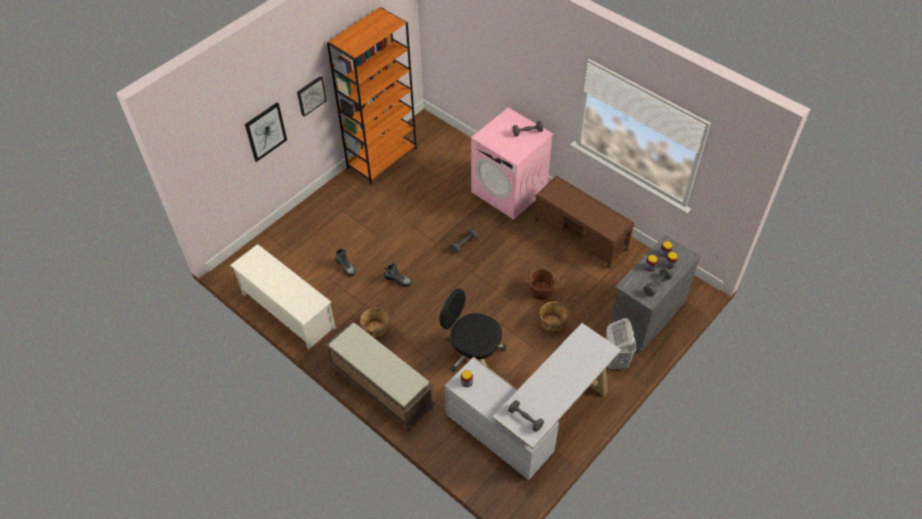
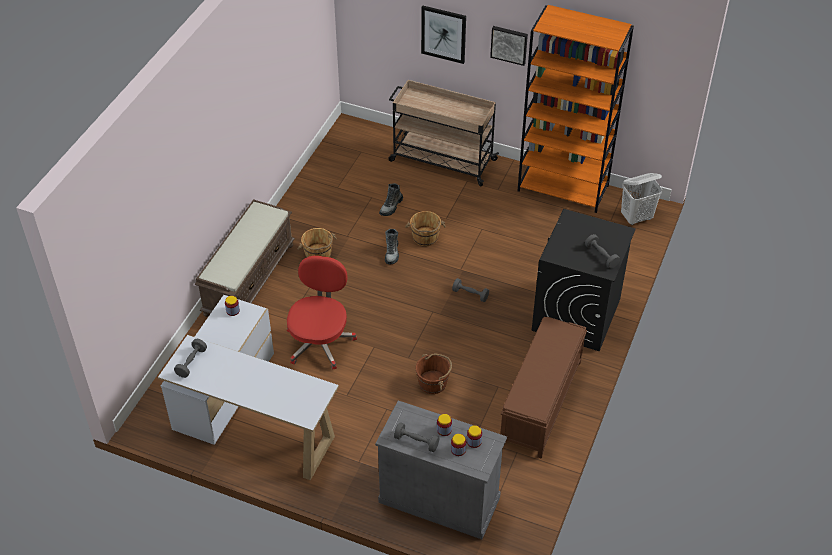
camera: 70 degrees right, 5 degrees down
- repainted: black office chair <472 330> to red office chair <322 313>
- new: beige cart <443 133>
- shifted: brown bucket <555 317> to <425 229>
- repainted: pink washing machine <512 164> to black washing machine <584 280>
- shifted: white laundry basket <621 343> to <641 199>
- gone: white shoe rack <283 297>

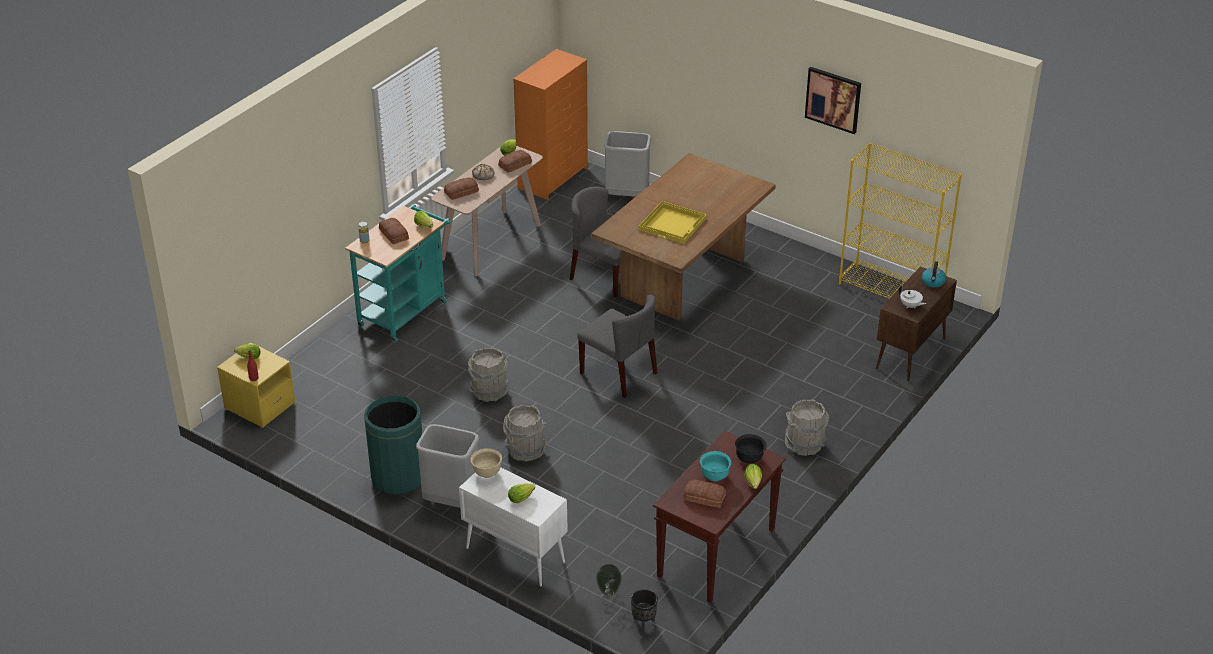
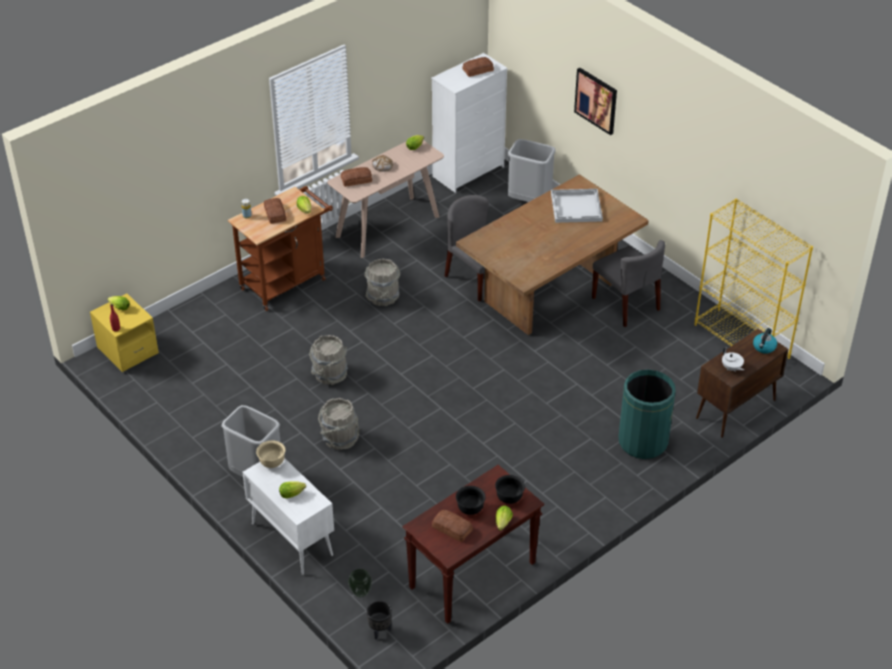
camera: 15 degrees right, 5 degrees up
- repainted: turquoise cart <398 273> to brown cart <280 248>
- shifted: grey bucket <807 428> to <382 282>
- repainted: orange dresser <550 124> to white dresser <469 123>
- repainted: turquoise bowl <715 466> to black bowl <471 500>
- shifted: bread <515 161> to <478 67>
- new: white tray <577 206>
- shifted: picture <833 100> to <595 101>
- shifted: grey chair <617 346> to <628 283>
- shifted: green trash can <393 445> to <647 414>
- gone: yellow tray <673 222>

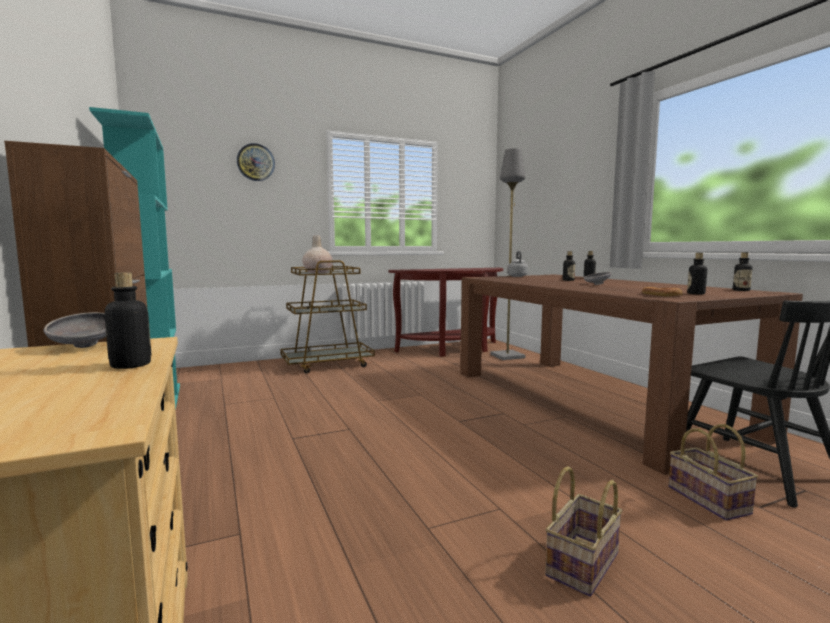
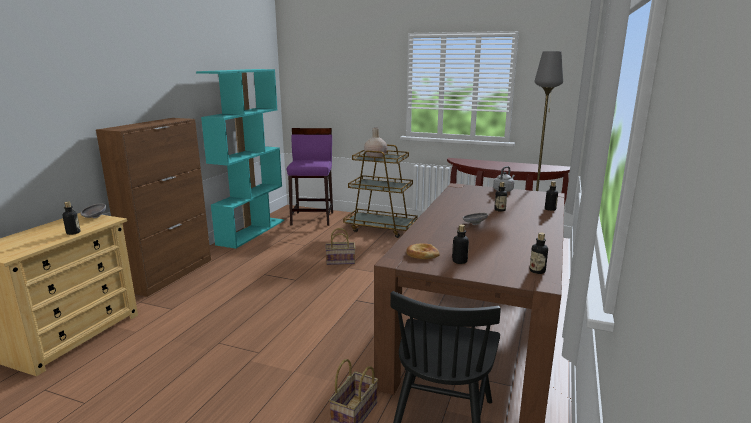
camera: 45 degrees right, 10 degrees up
- new: purple stool <310 177>
- shifted: basket <584 531> to <340 246>
- gone: wall clock <256 162>

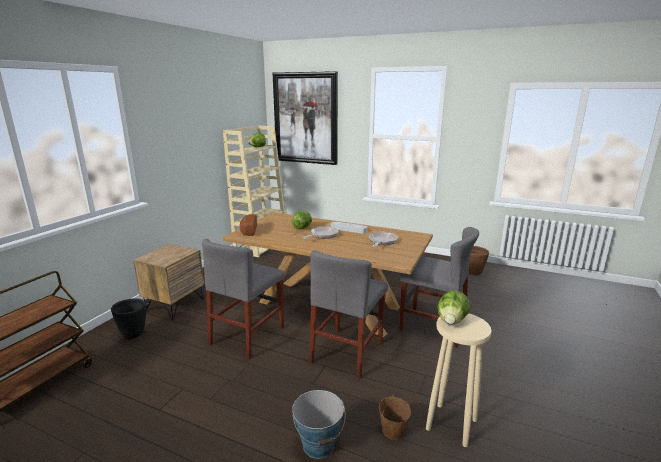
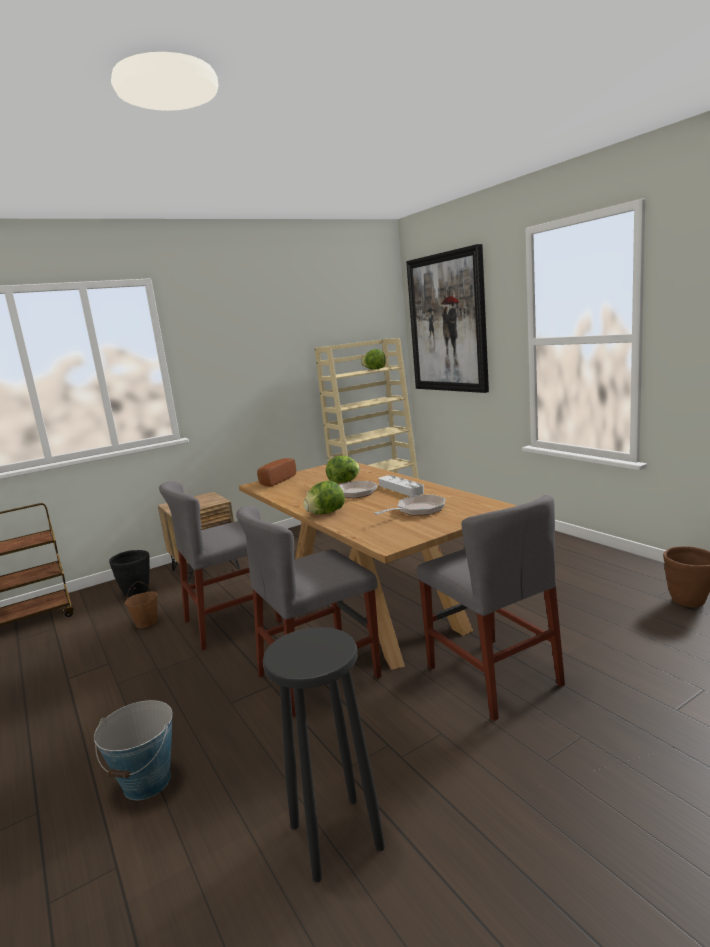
camera: 35 degrees right, 5 degrees down
- shifted: brown bucket <395 416> to <141 604>
- repainted: beige stool <459 380> to black stool <324 755>
- shifted: lettuce <453 307> to <324 497>

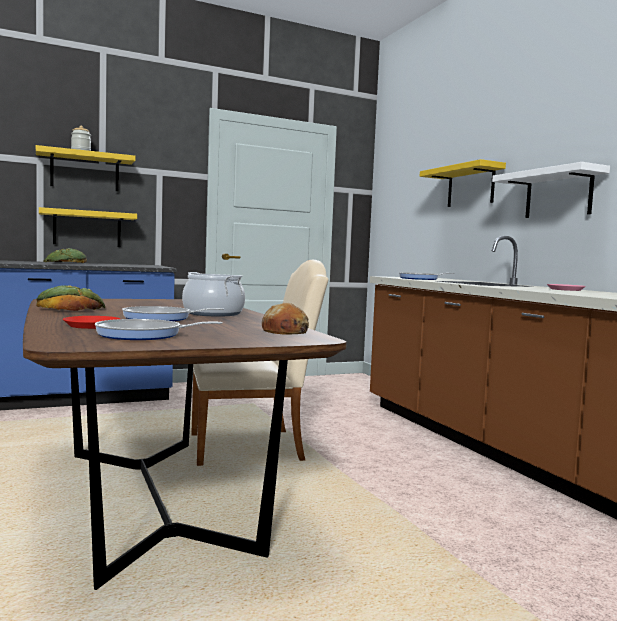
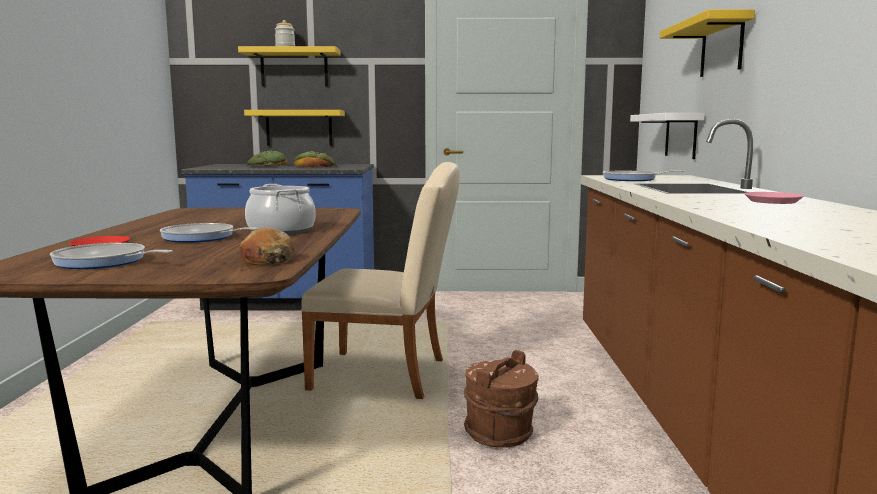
camera: 25 degrees right, 5 degrees up
- shifted: bread <70 298> to <315 159>
- new: brown bucket <501 399>
- shifted: white shelf <551 190> to <667 136>

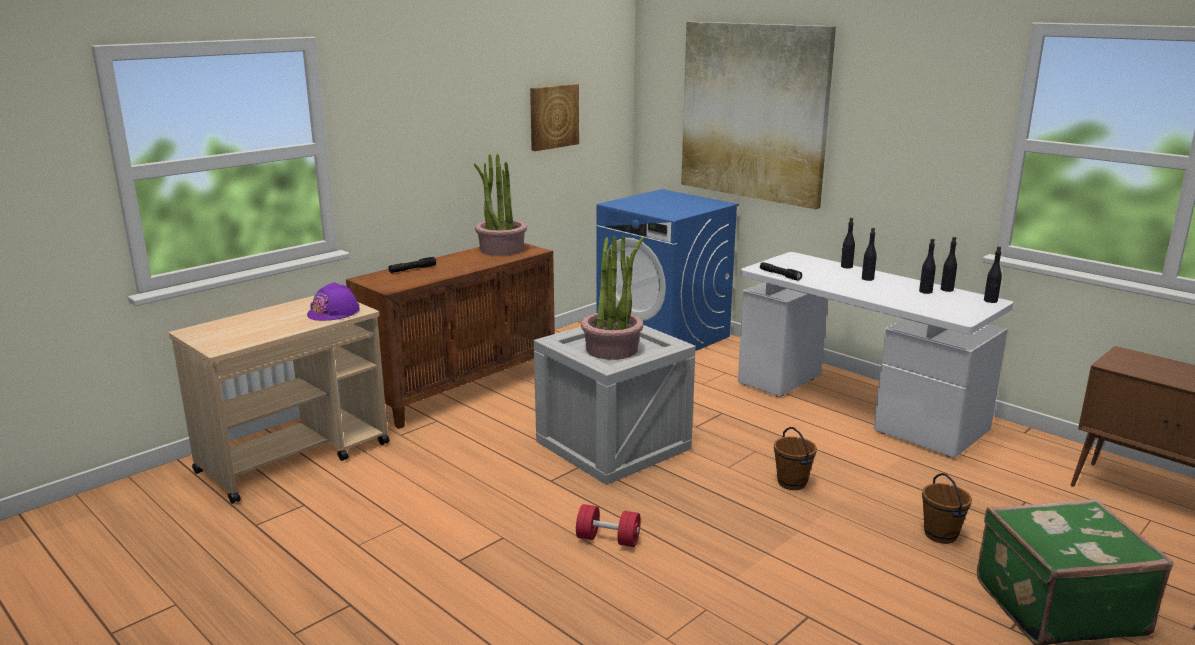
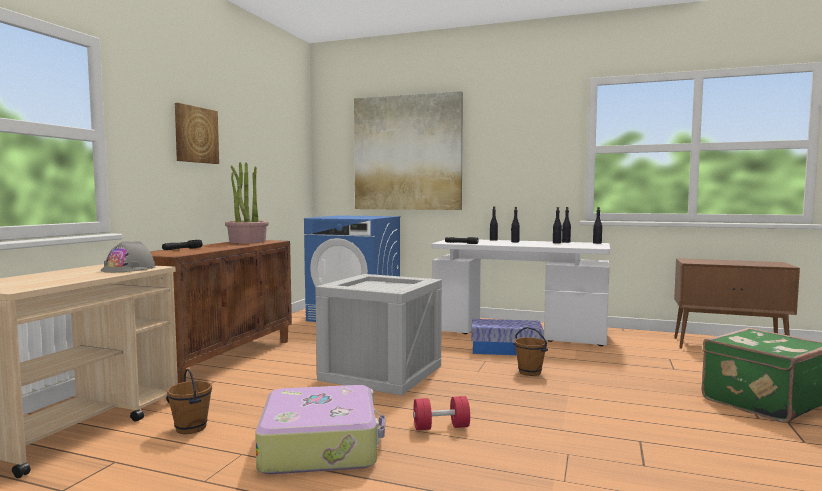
camera: 25 degrees left, 15 degrees down
- repainted: purple hard hat <333 301> to grey hard hat <128 257>
- shifted: brown bucket <947 508> to <189 401>
- shifted: picture <554 117> to <197 133>
- new: suitcase <320 429>
- new: storage box <507 337>
- gone: potted plant <612 297>

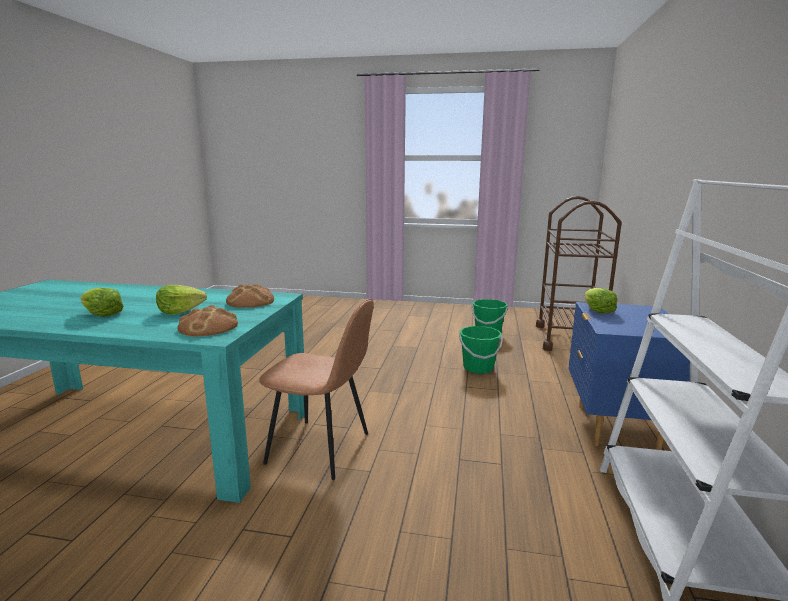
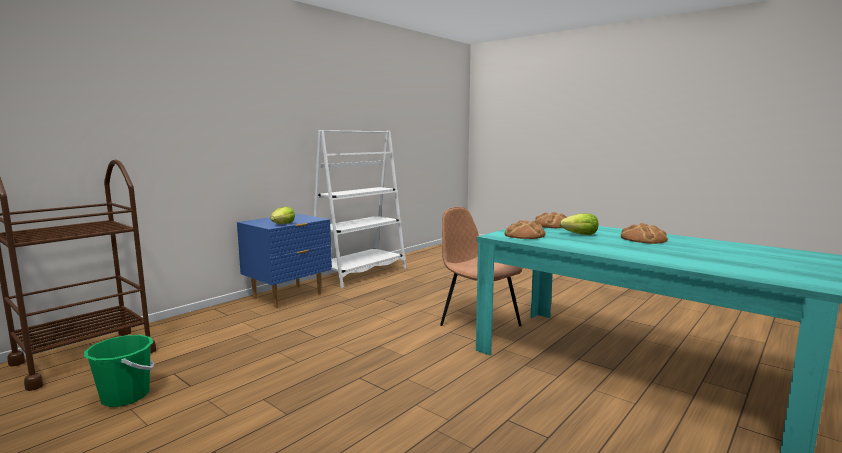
camera: 150 degrees left, 5 degrees down
- swapped: lettuce <102 302> to bread <644 233>
- gone: green bucket <481 350>

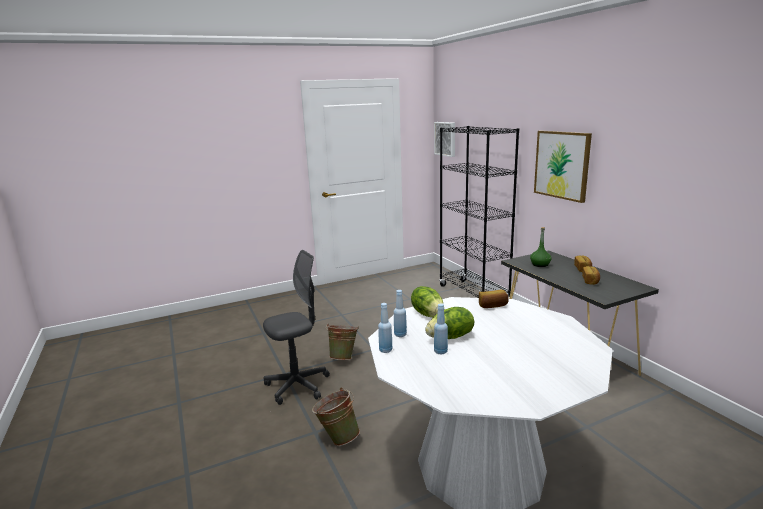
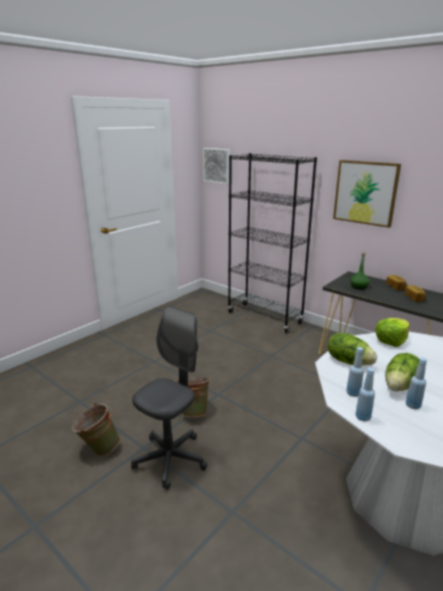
camera: 25 degrees left, 5 degrees up
- shifted: green bucket <336 416> to <96 429>
- swapped: bread <494 299> to lettuce <392 332>

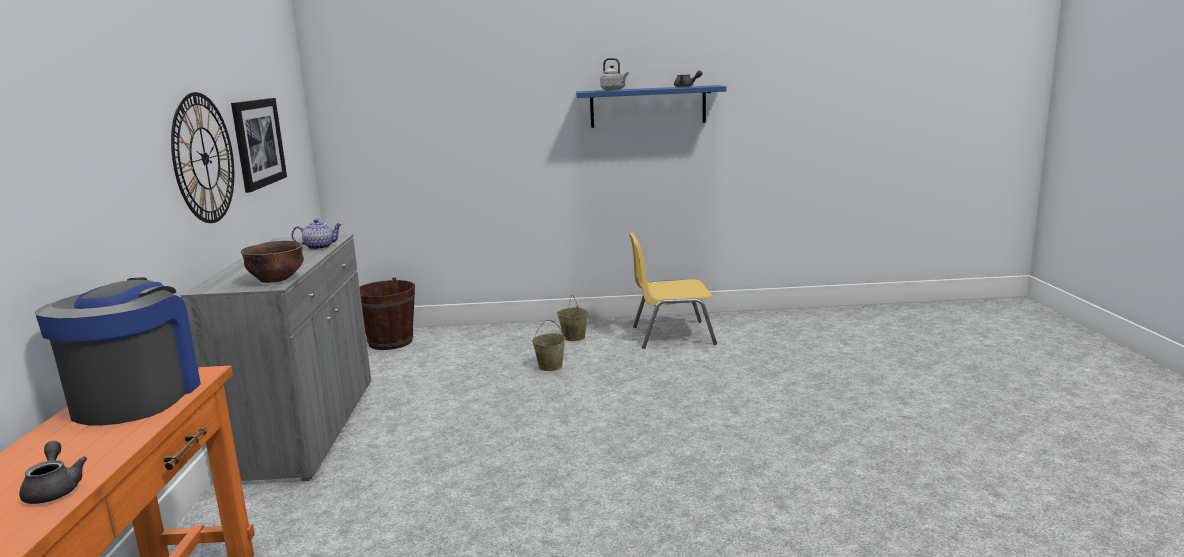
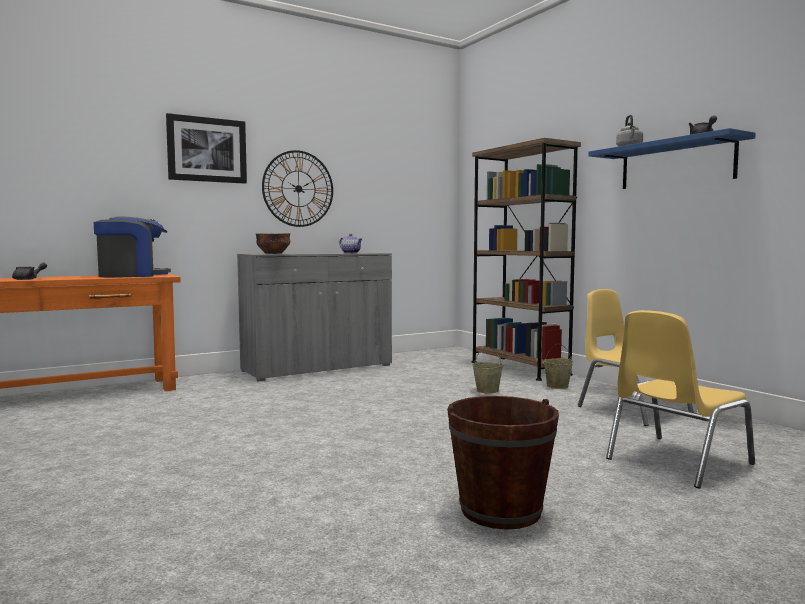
camera: 60 degrees right, 10 degrees down
- shifted: picture <259 145> to <206 148>
- shifted: brown bucket <387 313> to <503 462>
- new: brown bookcase <526 259>
- new: yellow chair <680 399>

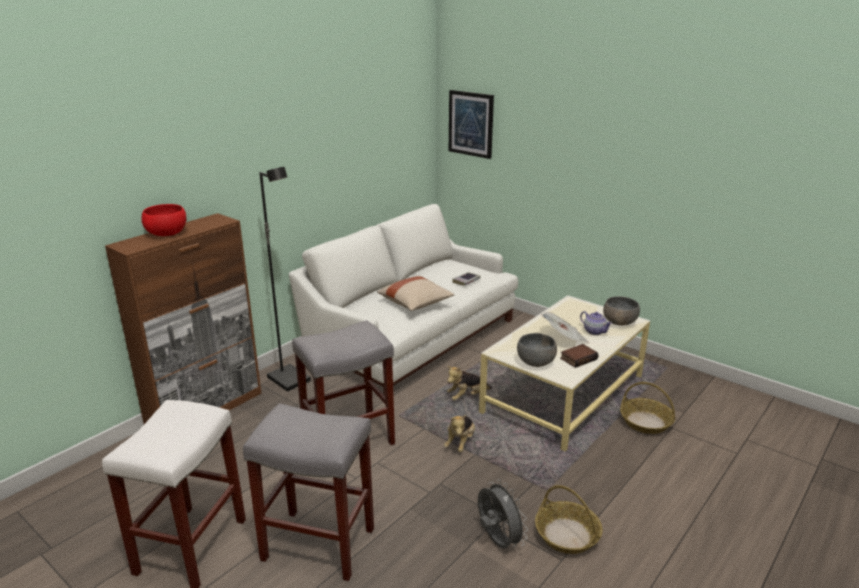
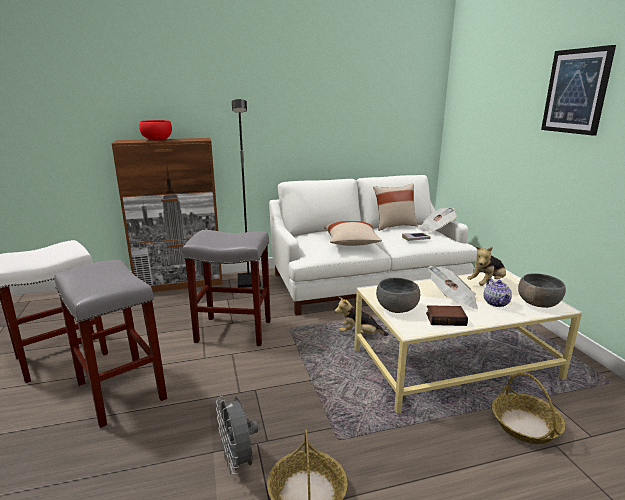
camera: 35 degrees right, 5 degrees down
- rotated: grey fan <503 514> = <237 435> 150 degrees clockwise
- new: beige pillow <395 207>
- new: newspaper <437 219>
- shifted: plush toy <459 433> to <487 266>
- shifted: picture <471 124> to <578 90>

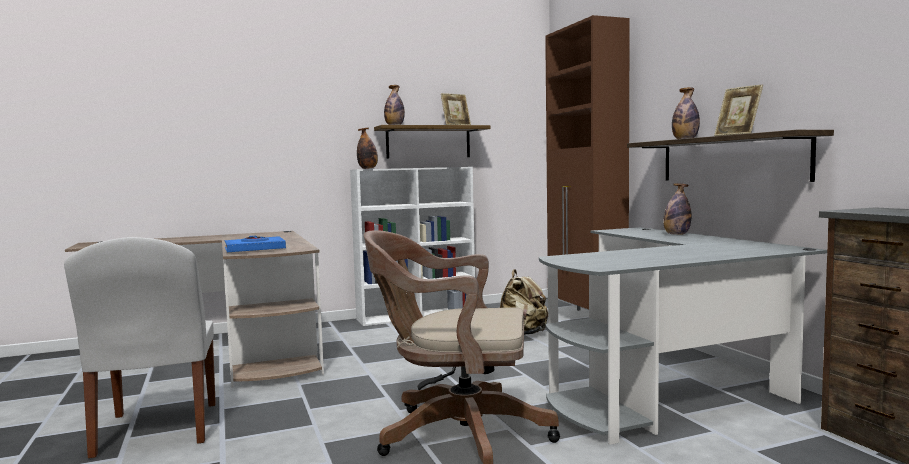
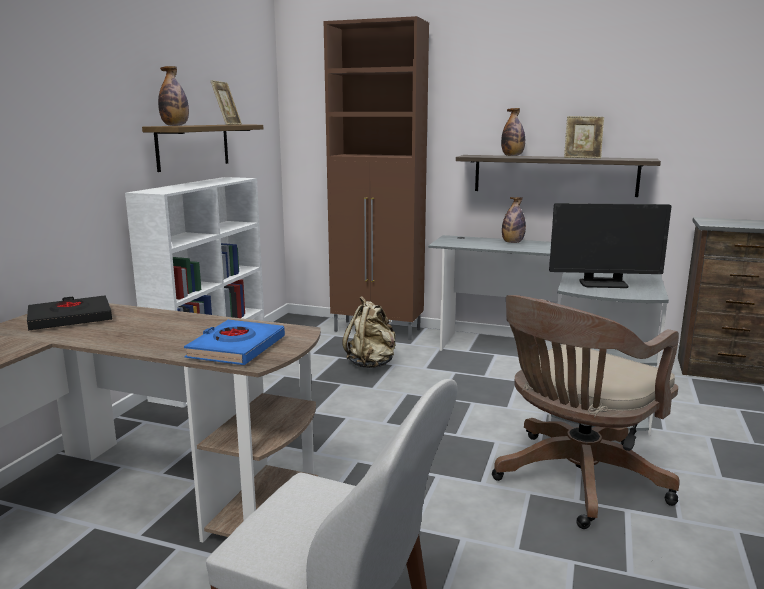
camera: 50 degrees left, 10 degrees up
- new: black book <69 313>
- new: monitor <610 245>
- gone: bottle <367 148>

